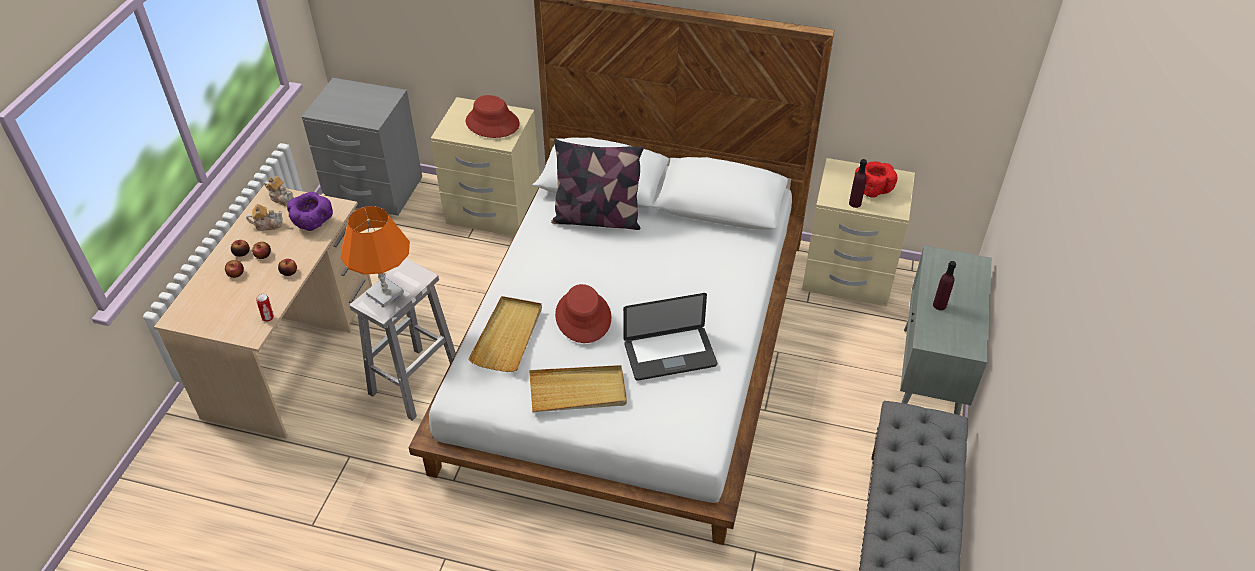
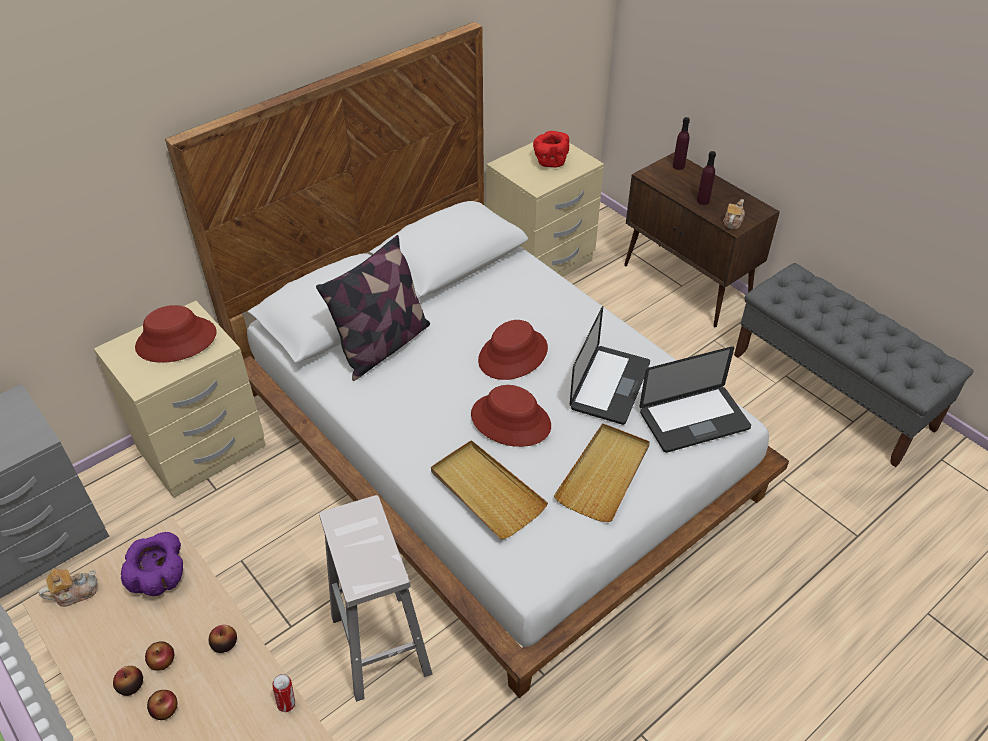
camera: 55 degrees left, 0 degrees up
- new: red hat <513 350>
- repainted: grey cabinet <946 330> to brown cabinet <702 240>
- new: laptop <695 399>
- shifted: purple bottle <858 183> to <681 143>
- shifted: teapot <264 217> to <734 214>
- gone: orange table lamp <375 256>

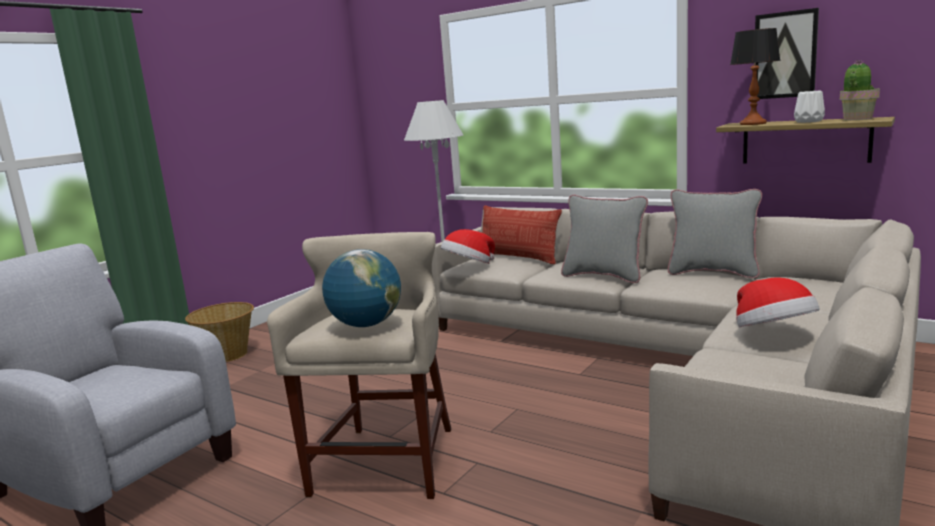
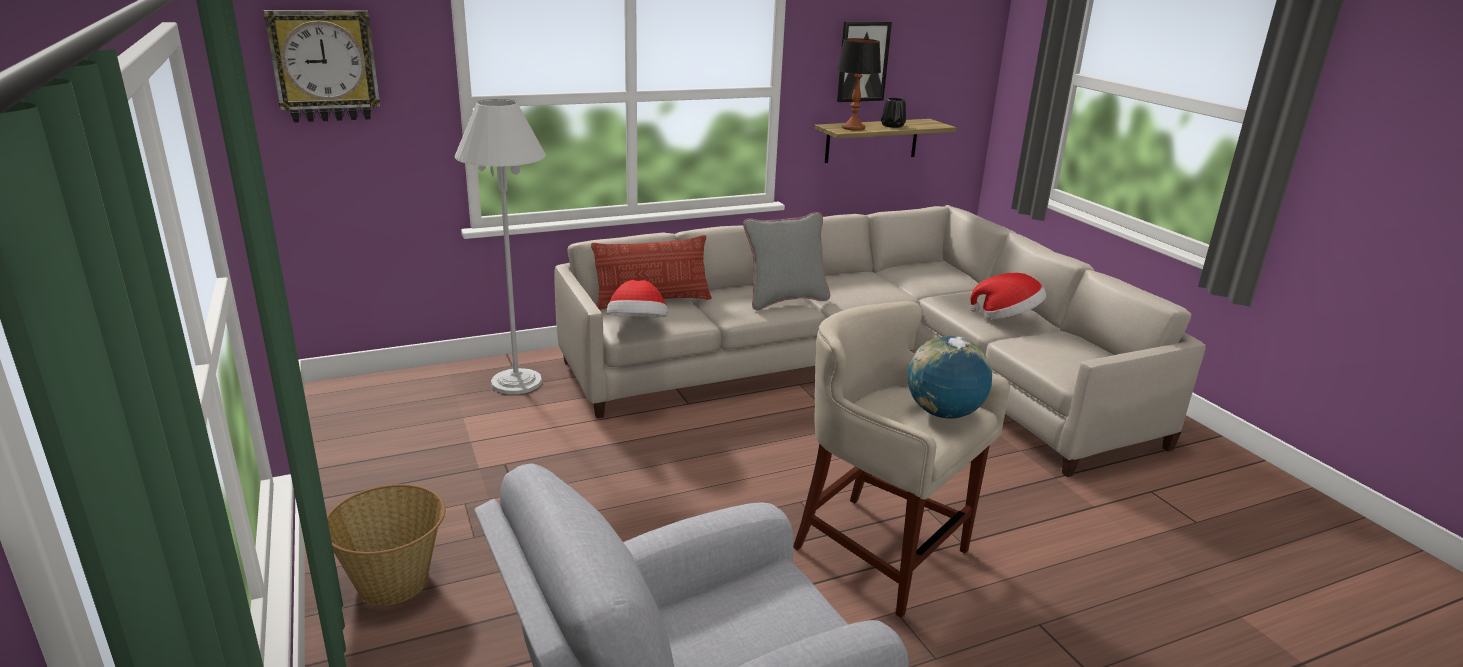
camera: 60 degrees left, 10 degrees up
- new: wall clock <322 66>
- repainted: white vase <809 107> to black vase <893 113>
- gone: grey pillow <715 233>
- gone: potted plant <860 90>

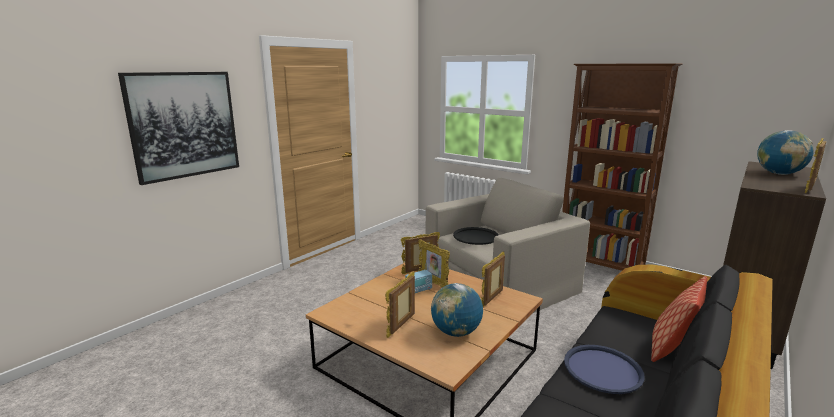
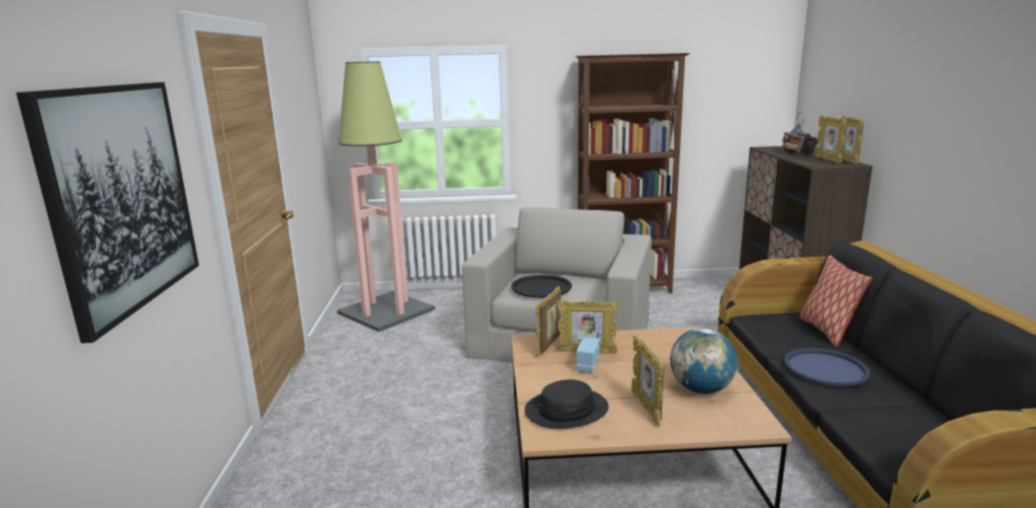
camera: 40 degrees left, 0 degrees up
- new: floor lamp <386 196>
- new: black hat <567 404>
- swapped: globe <785 152> to radio <800 133>
- shifted: picture frame <493 279> to <831 139>

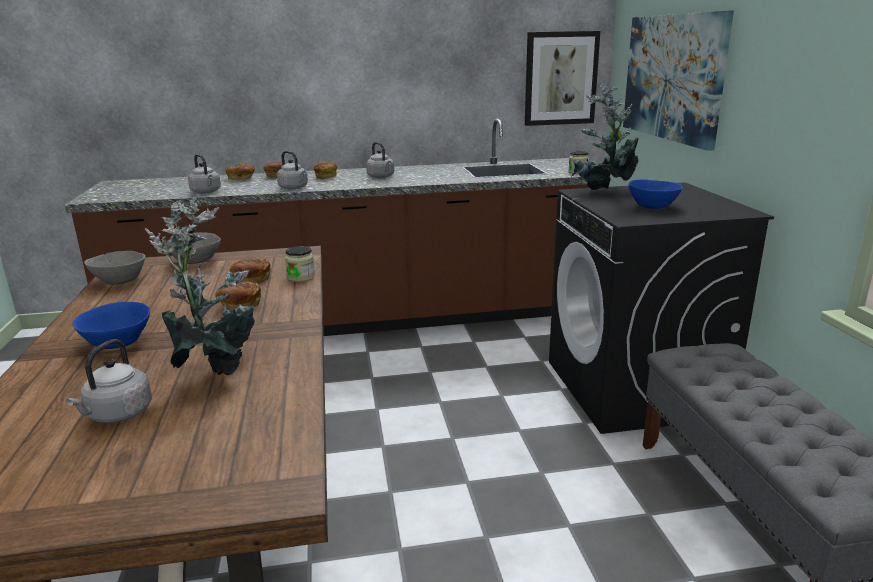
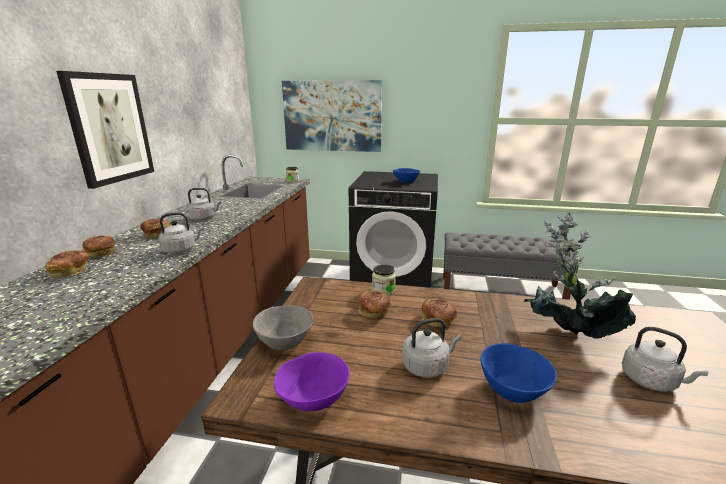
camera: 70 degrees left, 0 degrees up
- shifted: picture <562 78> to <105 130>
- repainted: grey bowl <114 268> to purple bowl <312 382>
- shifted: grey kettle <204 173> to <431 348>
- gone: potted plant <605 136>

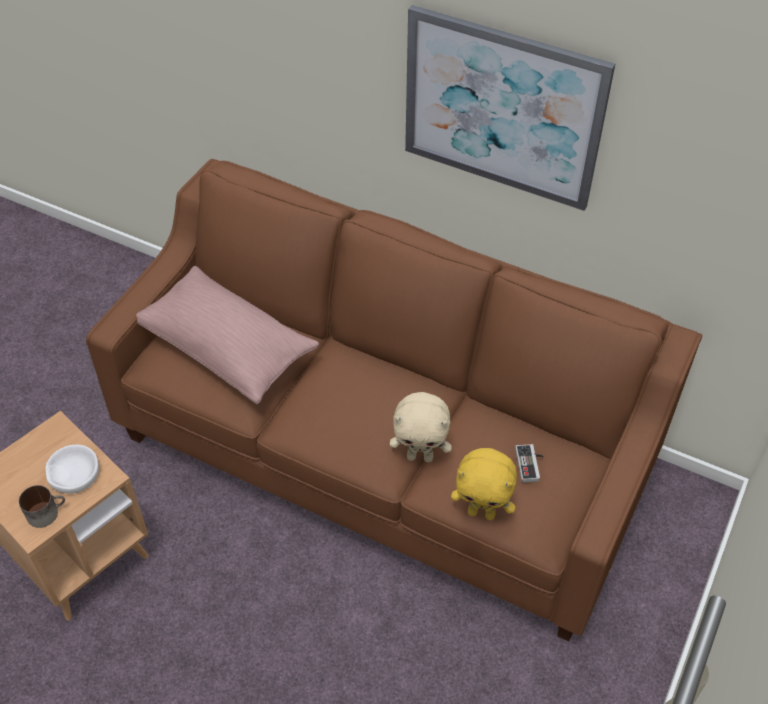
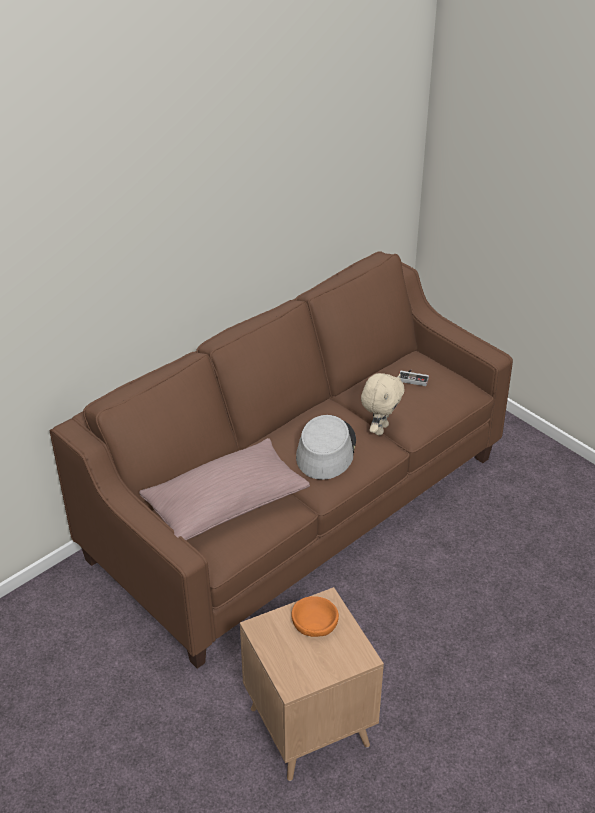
camera: 70 degrees left, 10 degrees down
- repainted: white bowl <72 469> to orange bowl <315 616>
- new: grey hat <326 447>
- gone: mug <42 506>
- gone: picture <510 108>
- gone: yellow plush toy <484 484>

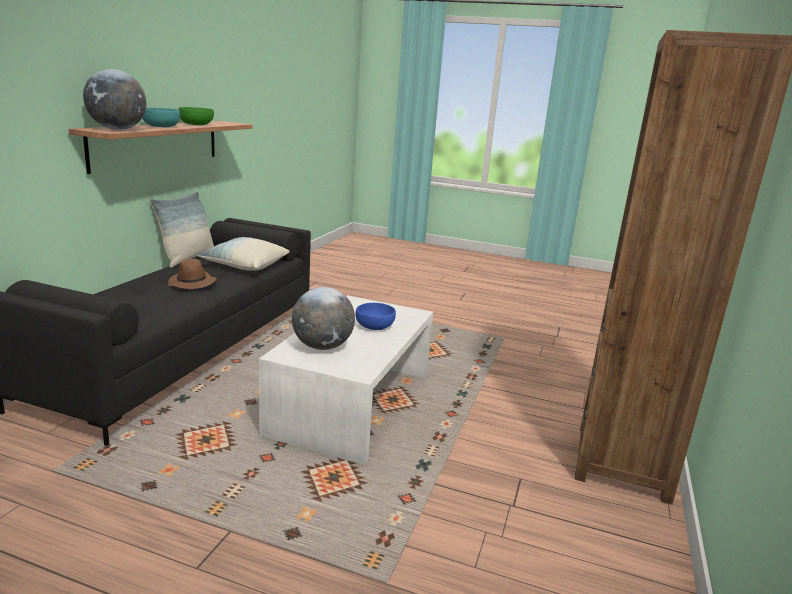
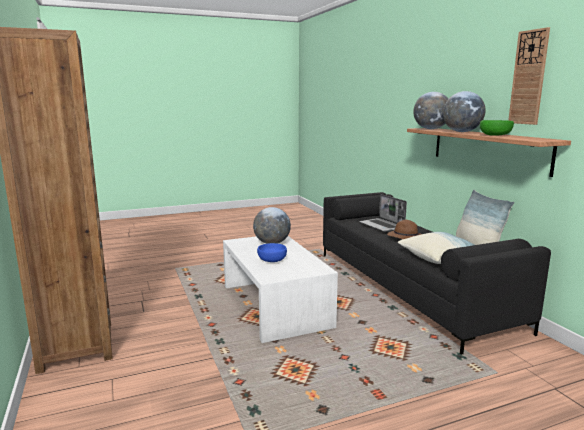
camera: 140 degrees right, 5 degrees down
- new: laptop <383 213>
- swapped: turquoise bowl <161 117> to globe <464 111>
- new: wall clock <529 76>

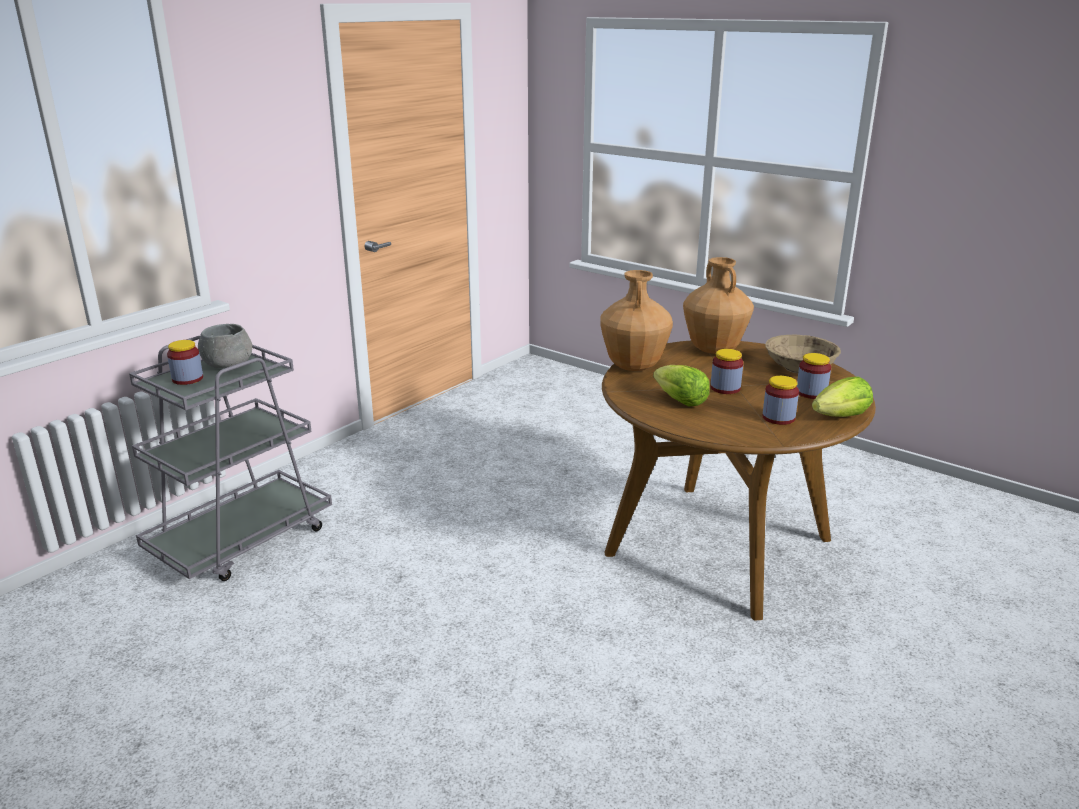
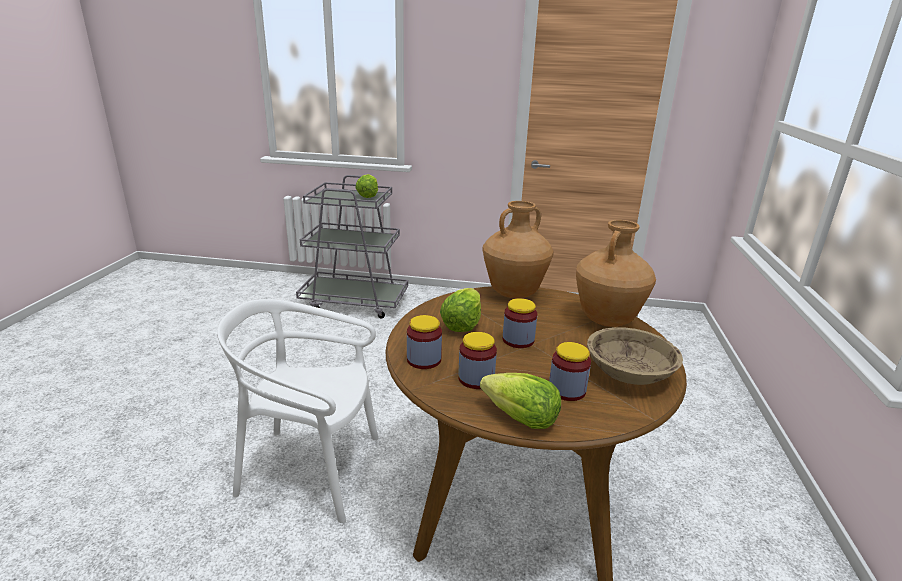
camera: 60 degrees right, 0 degrees up
- new: white chair <297 411>
- swapped: grey bowl <225 346> to lettuce <366 186>
- shifted: jar <185 362> to <424 342>

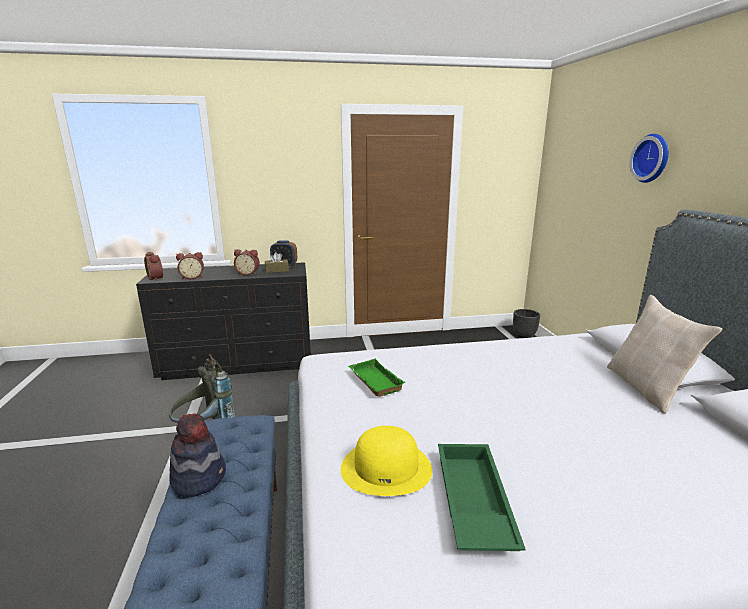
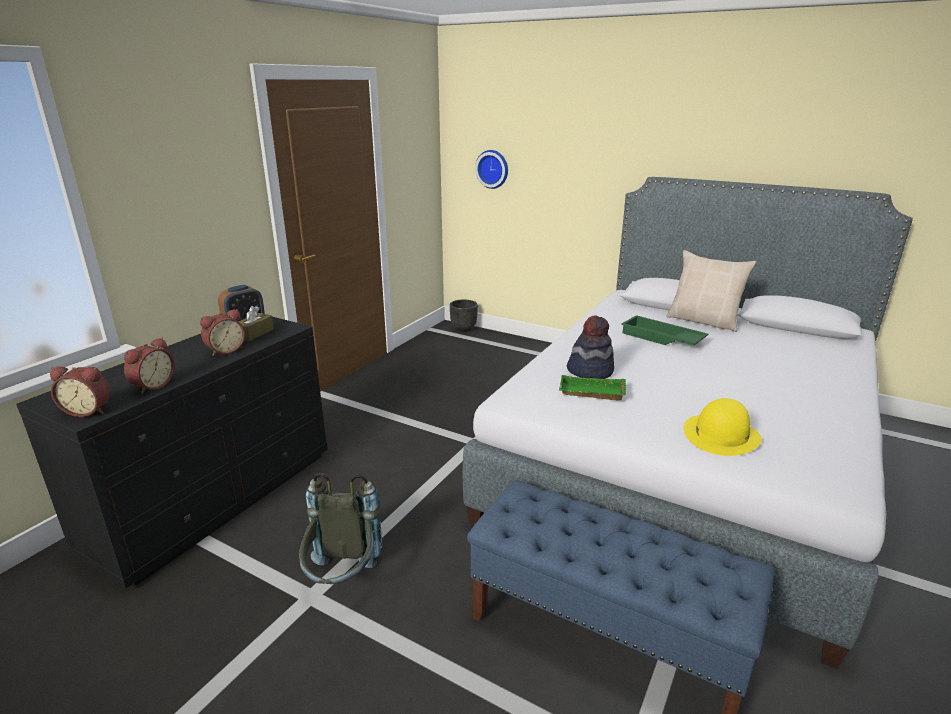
camera: 50 degrees left, 5 degrees up
- shifted: wall clock <649 158> to <491 169>
- shifted: hat <197 455> to <590 347>
- shifted: green tray <482 497> to <665 330>

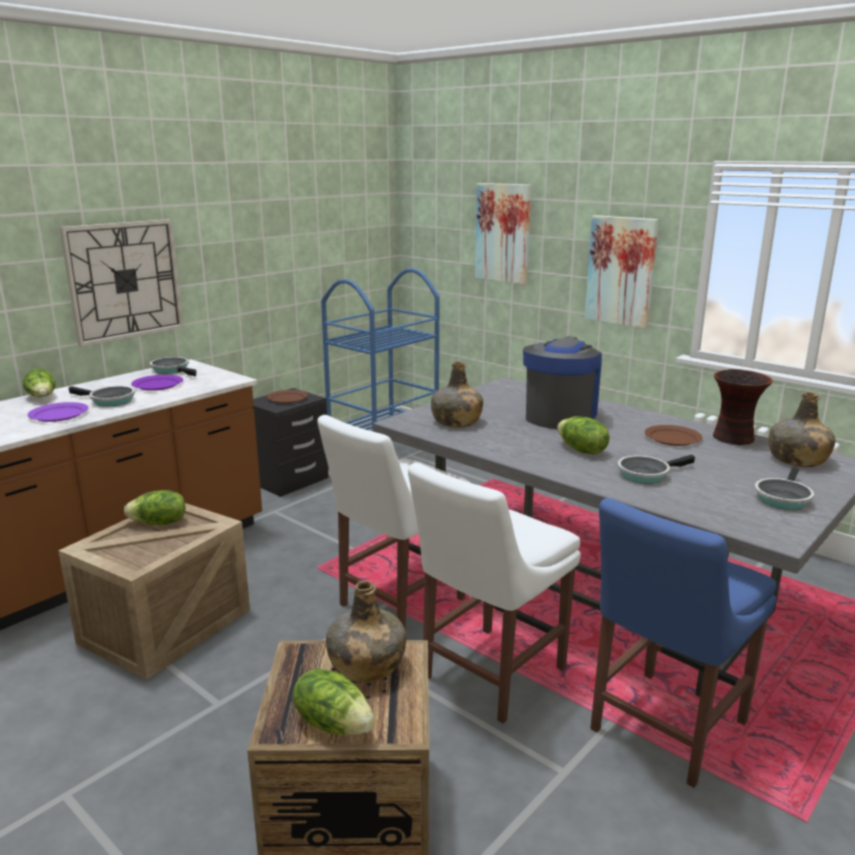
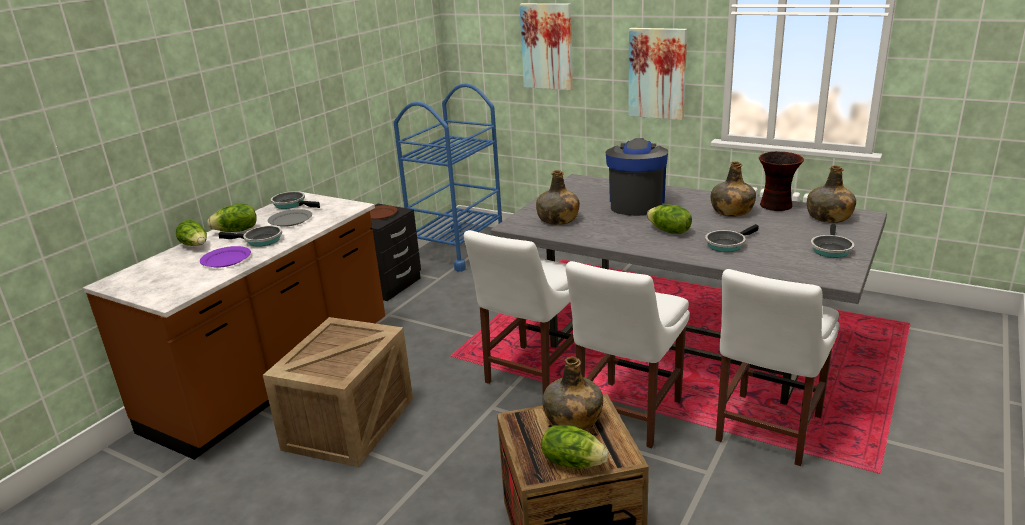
camera: 10 degrees left, 5 degrees up
- shifted: lettuce <154 507> to <232 218>
- repainted: purple plate <157 383> to grey plate <289 218>
- swapped: brown plate <674 435> to green bottle <733 189>
- repainted: blue chair <683 643> to white chair <777 367>
- gone: wall clock <121 283>

